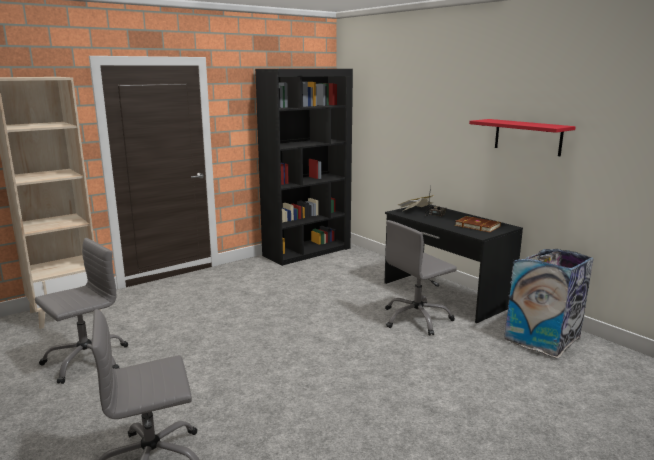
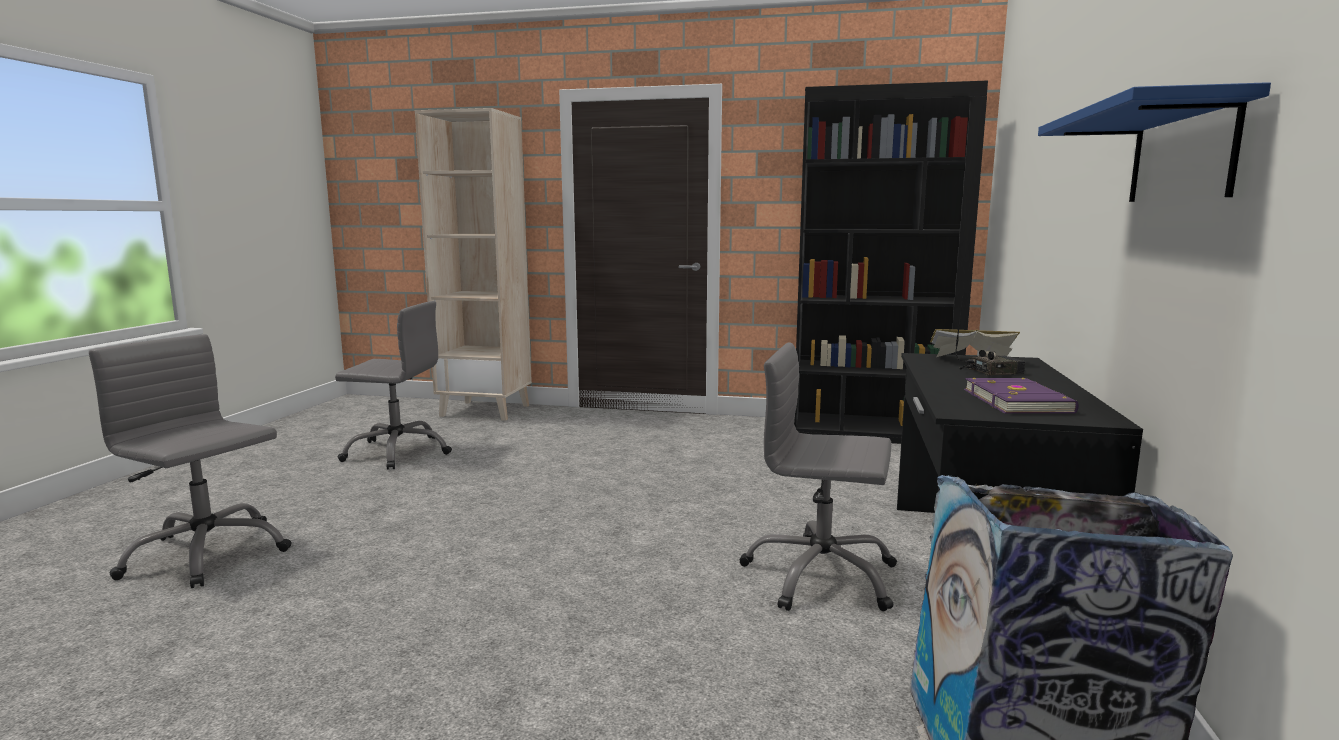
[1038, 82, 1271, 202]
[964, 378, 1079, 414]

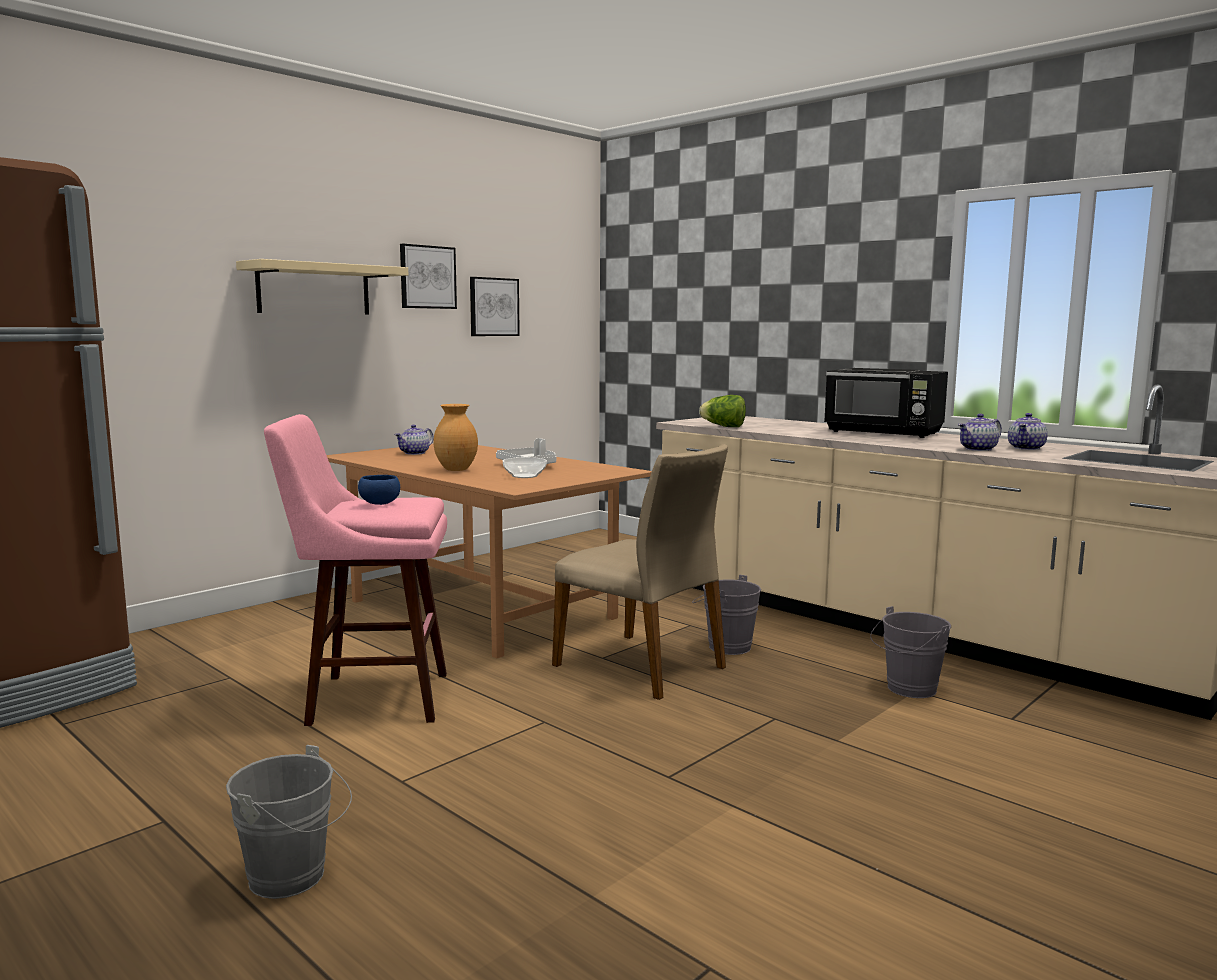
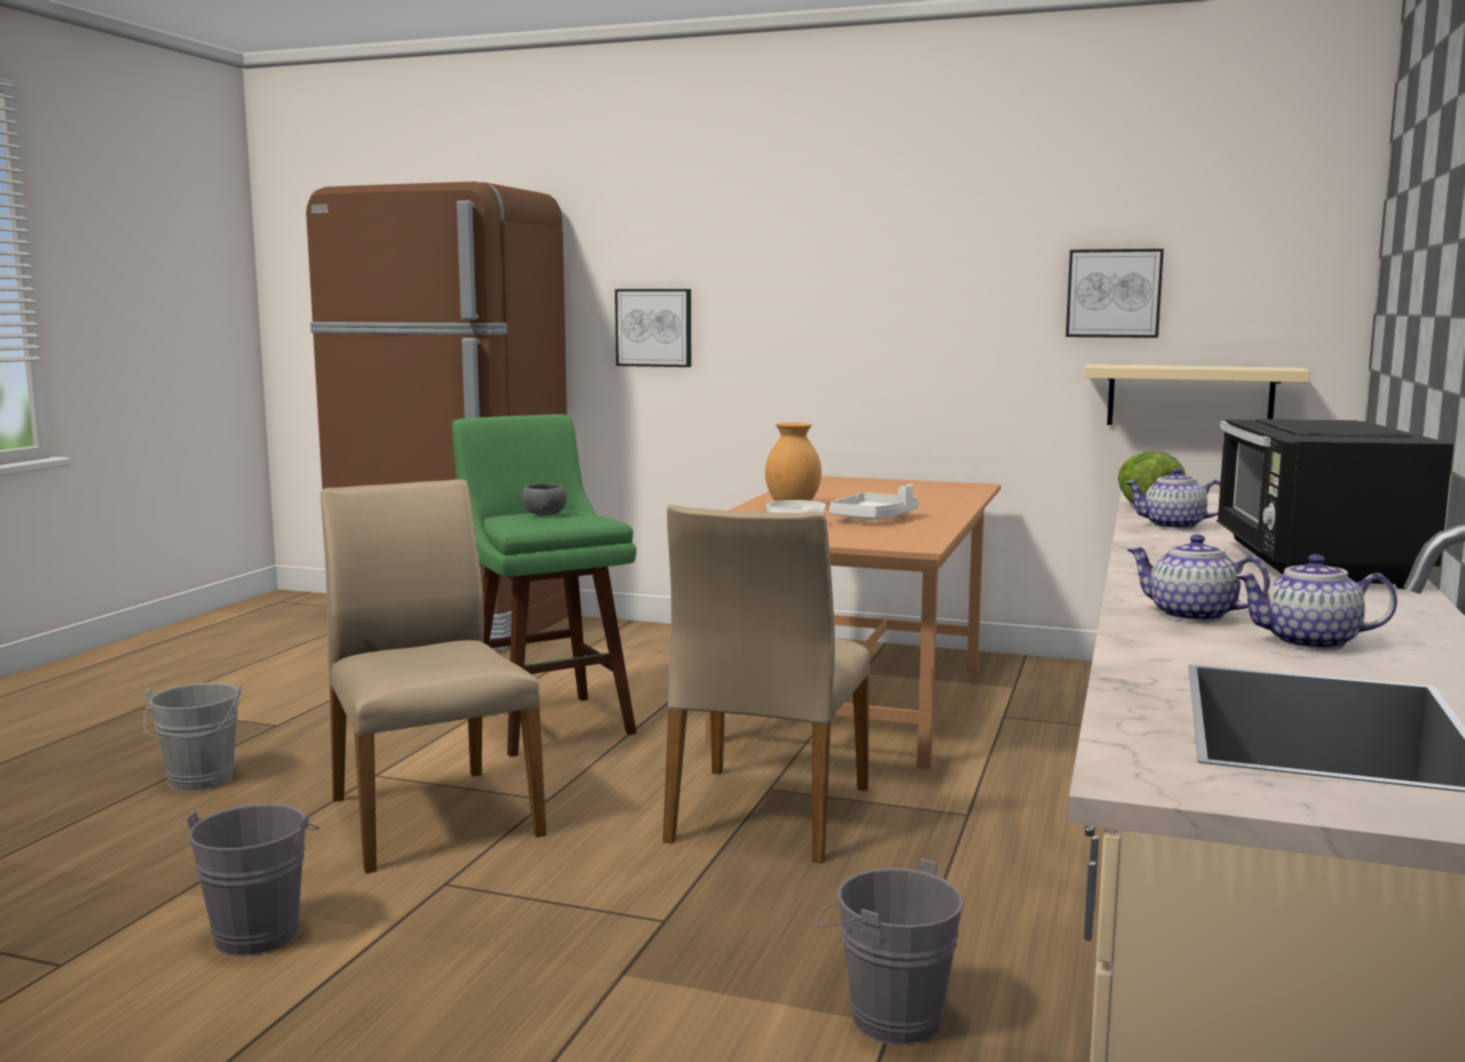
[615, 289, 691, 367]
[1083, 364, 1310, 425]
[452, 414, 637, 757]
[1125, 468, 1220, 530]
[522, 483, 567, 516]
[187, 804, 320, 956]
[321, 479, 546, 873]

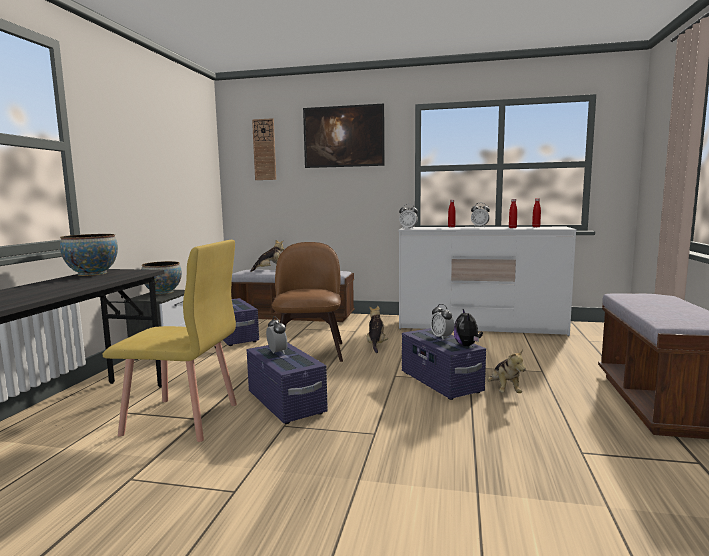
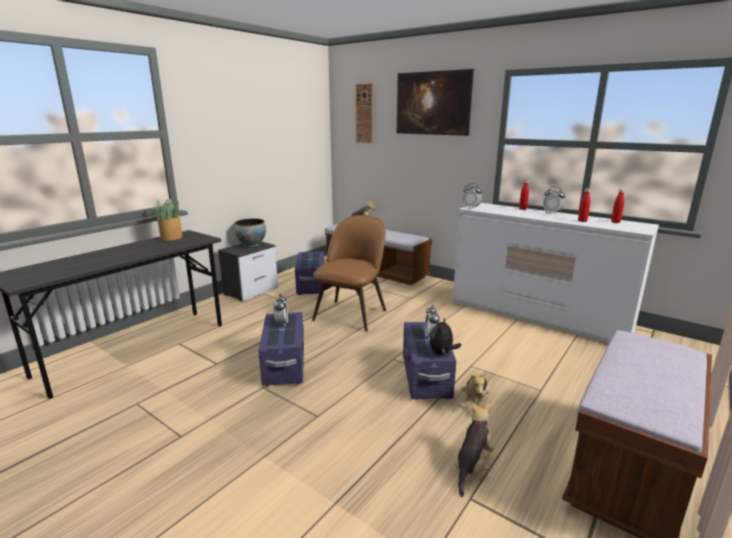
[154, 198, 183, 241]
[103, 240, 237, 442] (first image)
[455, 402, 494, 497]

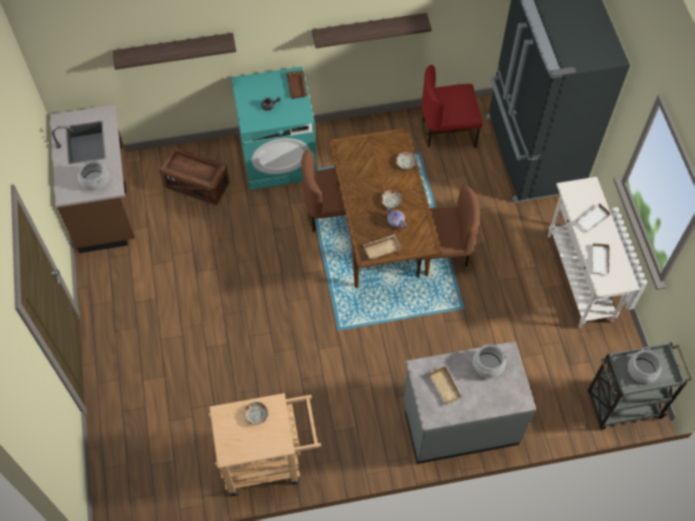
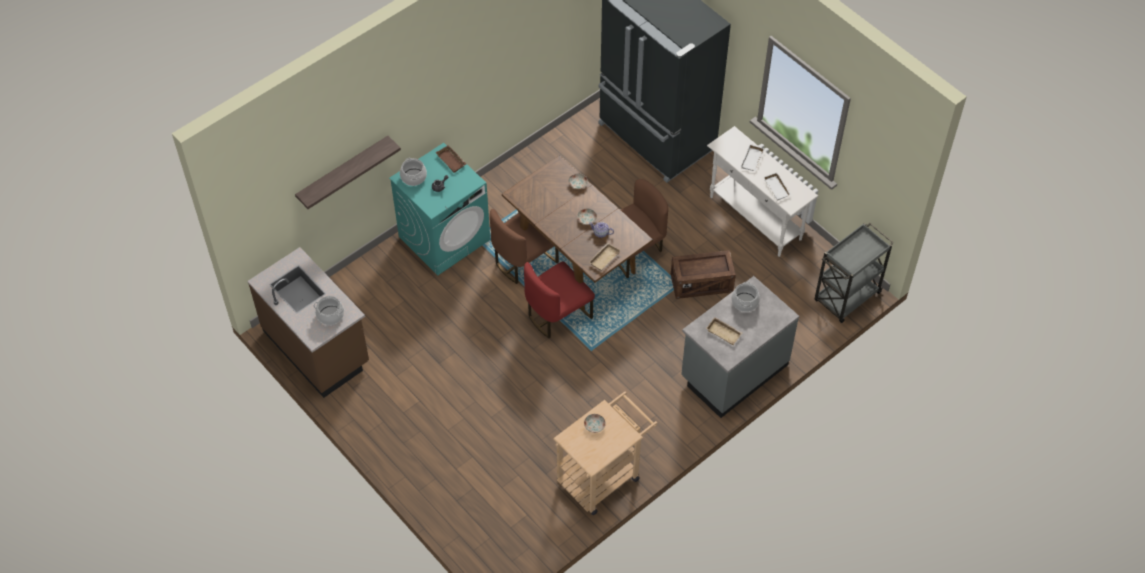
[312, 13, 432, 48] (first image)
[524, 261, 595, 338]
[671, 250, 736, 299]
[400, 158, 427, 186]

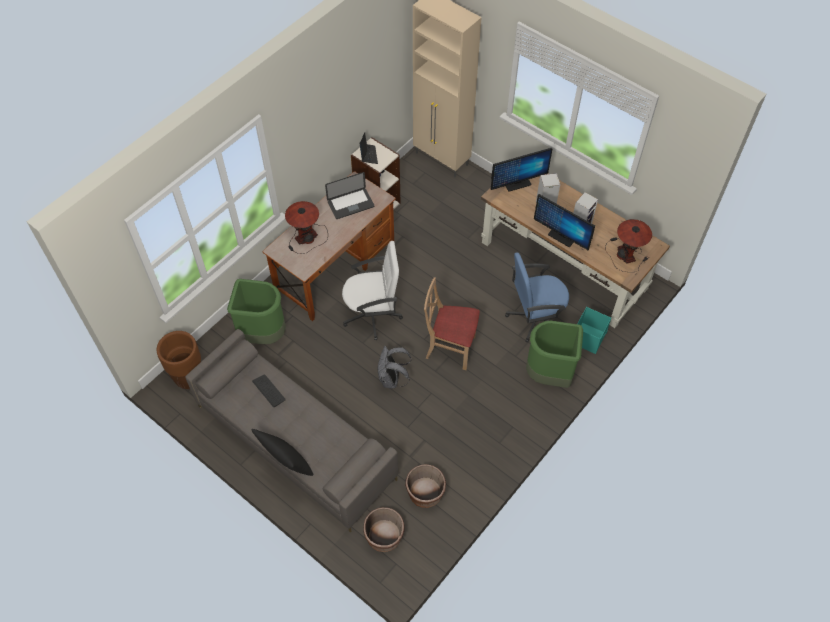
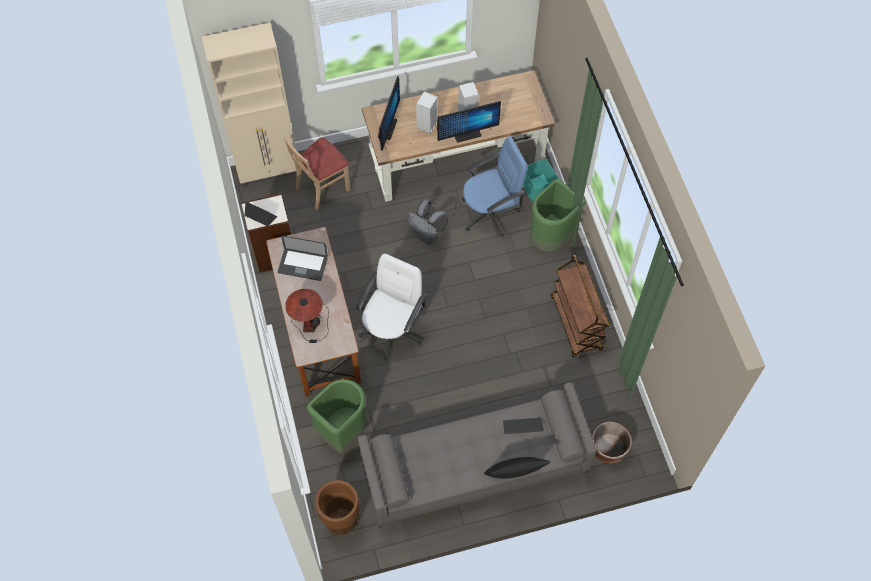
[278, 235, 328, 281]
[605, 219, 652, 272] (first image)
[462, 137, 527, 237]
[284, 137, 351, 210]
[408, 200, 448, 245]
[503, 418, 544, 434]
[405, 464, 446, 508] (first image)
[550, 255, 609, 358]

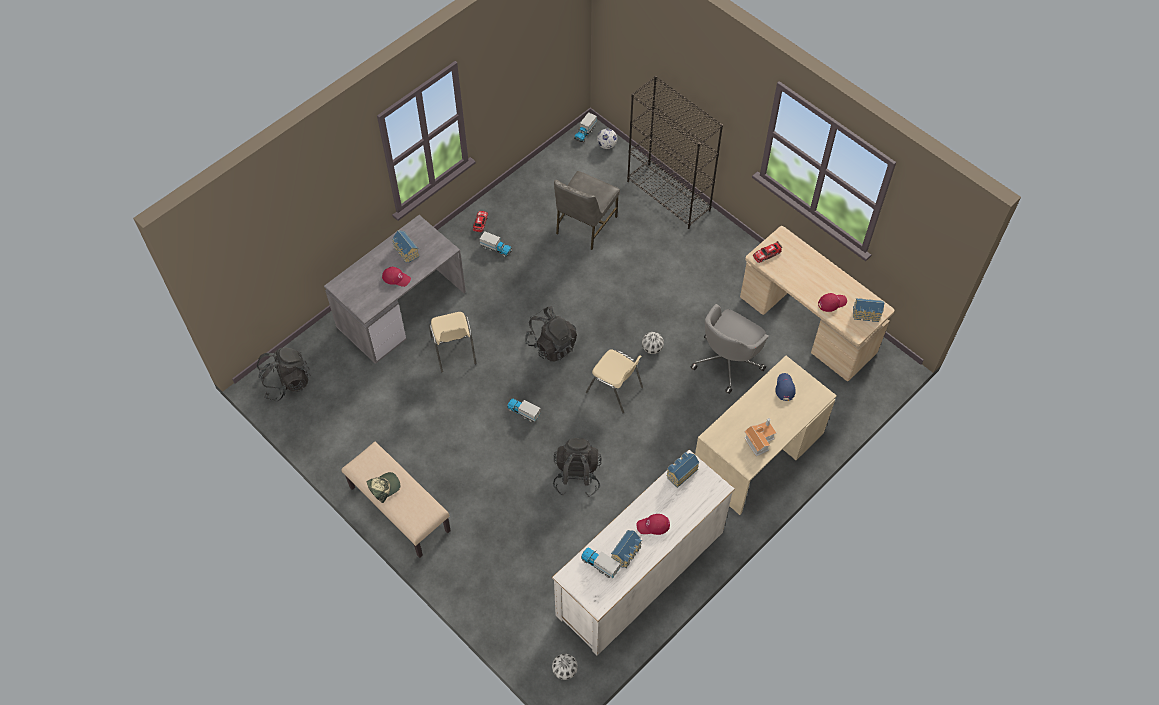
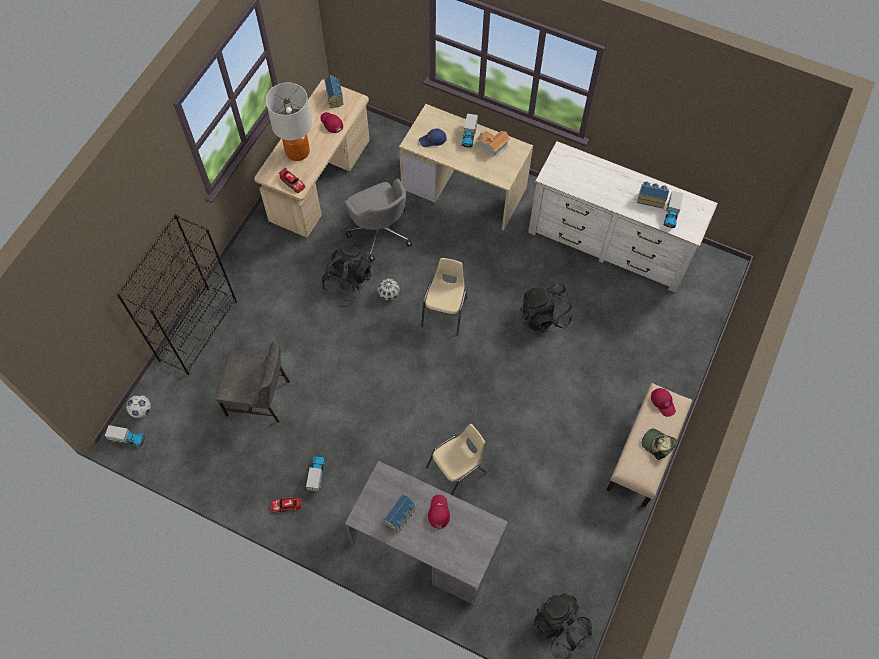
[344, 179, 412, 262]
[322, 245, 371, 302]
[462, 113, 478, 148]
[666, 452, 700, 488] (first image)
[651, 388, 676, 417]
[552, 654, 578, 680] (first image)
[266, 82, 312, 161]

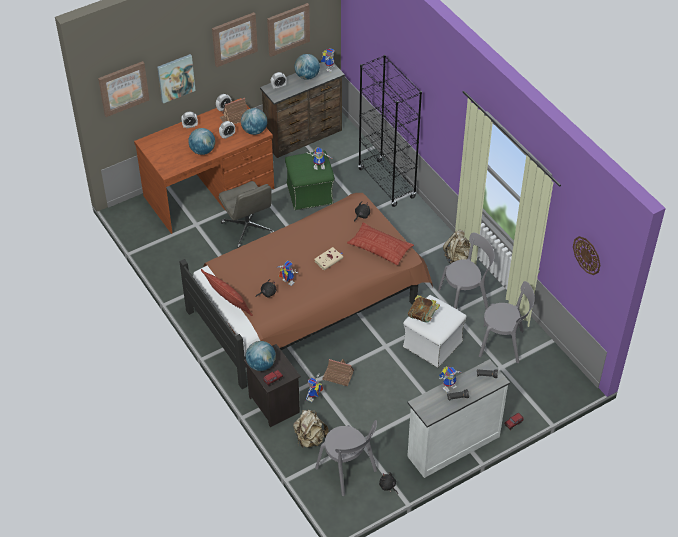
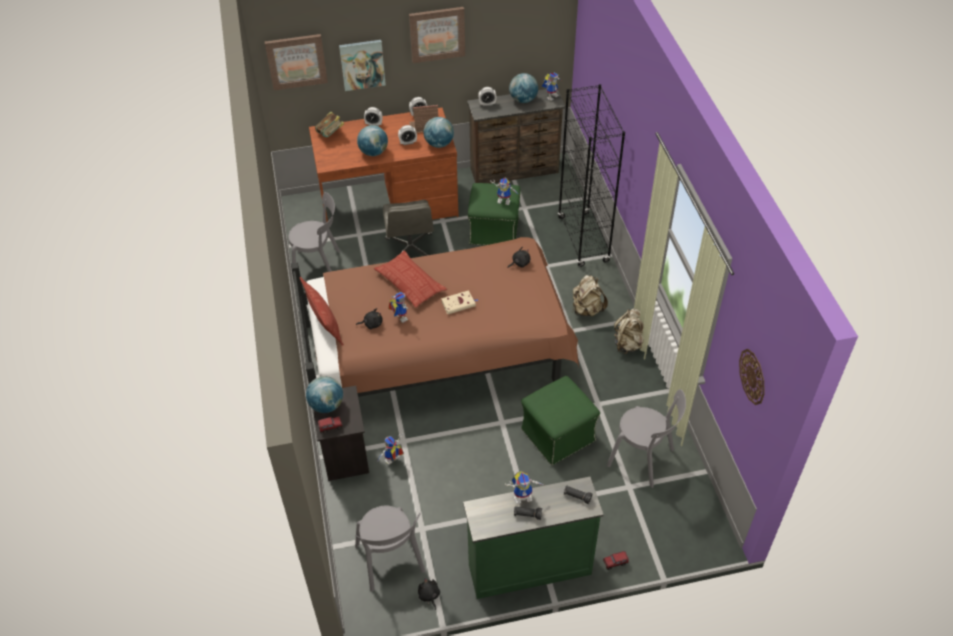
[267, 3, 310, 57] (first image)
[374, 251, 447, 308]
[288, 192, 340, 280]
[521, 376, 600, 466]
[315, 112, 345, 137]
[322, 359, 354, 386] (first image)
[463, 477, 604, 599]
[572, 275, 608, 317]

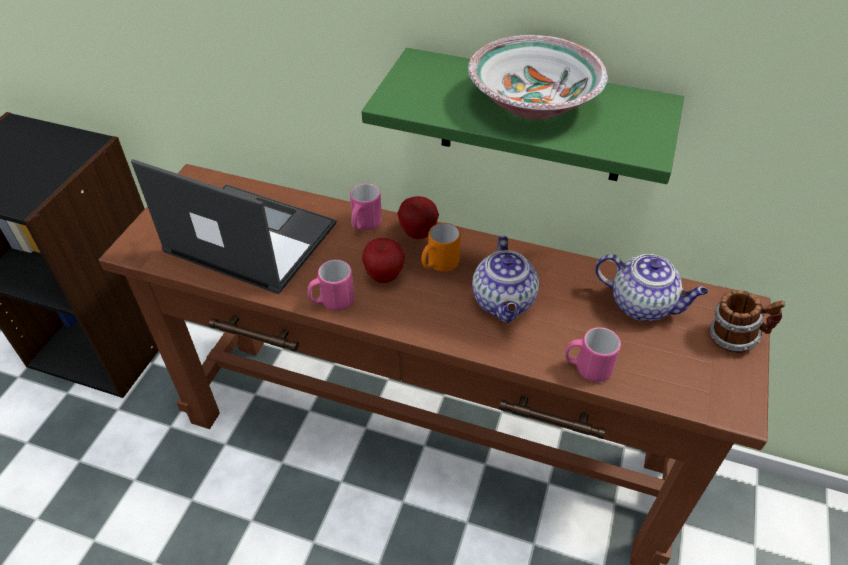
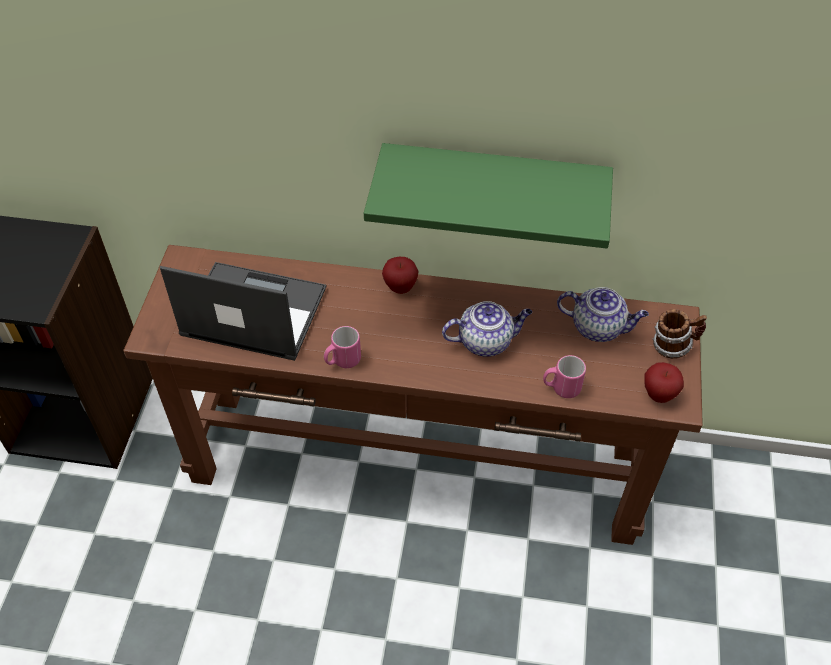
[468, 35, 607, 120] (first image)
[350, 183, 382, 230] (first image)
[421, 223, 461, 272] (first image)
[442, 301, 532, 357]
[644, 362, 684, 403]

